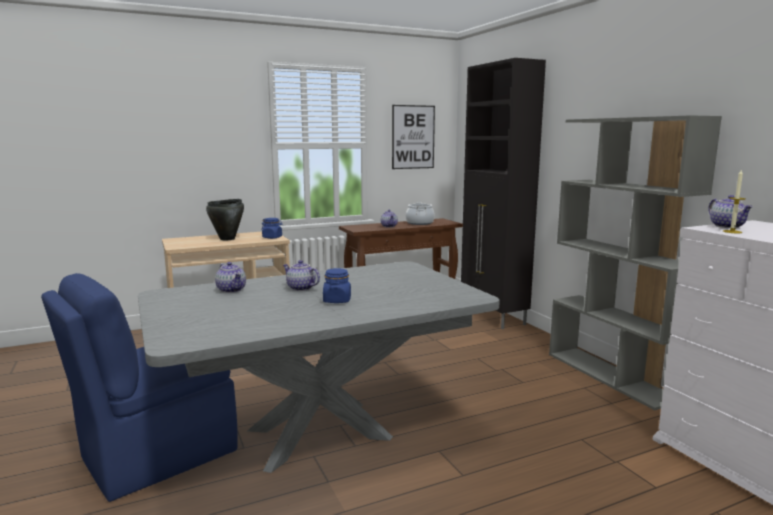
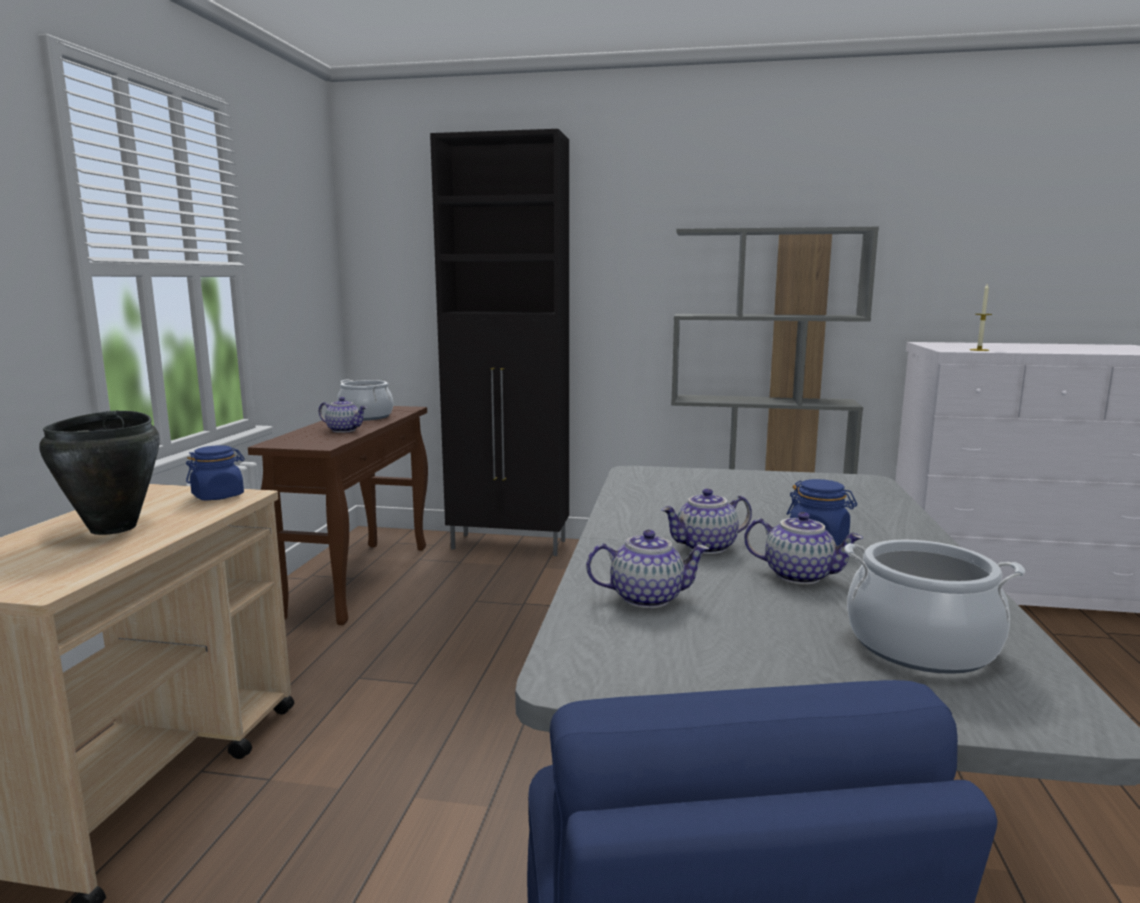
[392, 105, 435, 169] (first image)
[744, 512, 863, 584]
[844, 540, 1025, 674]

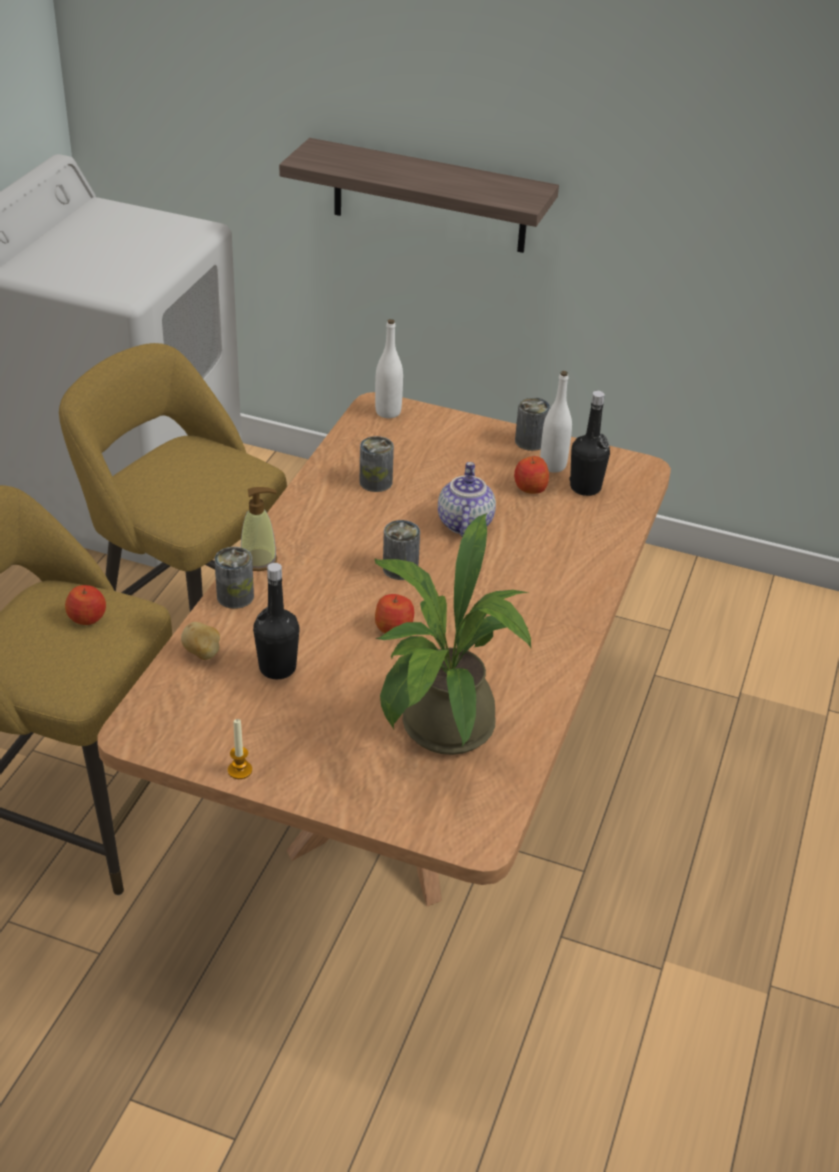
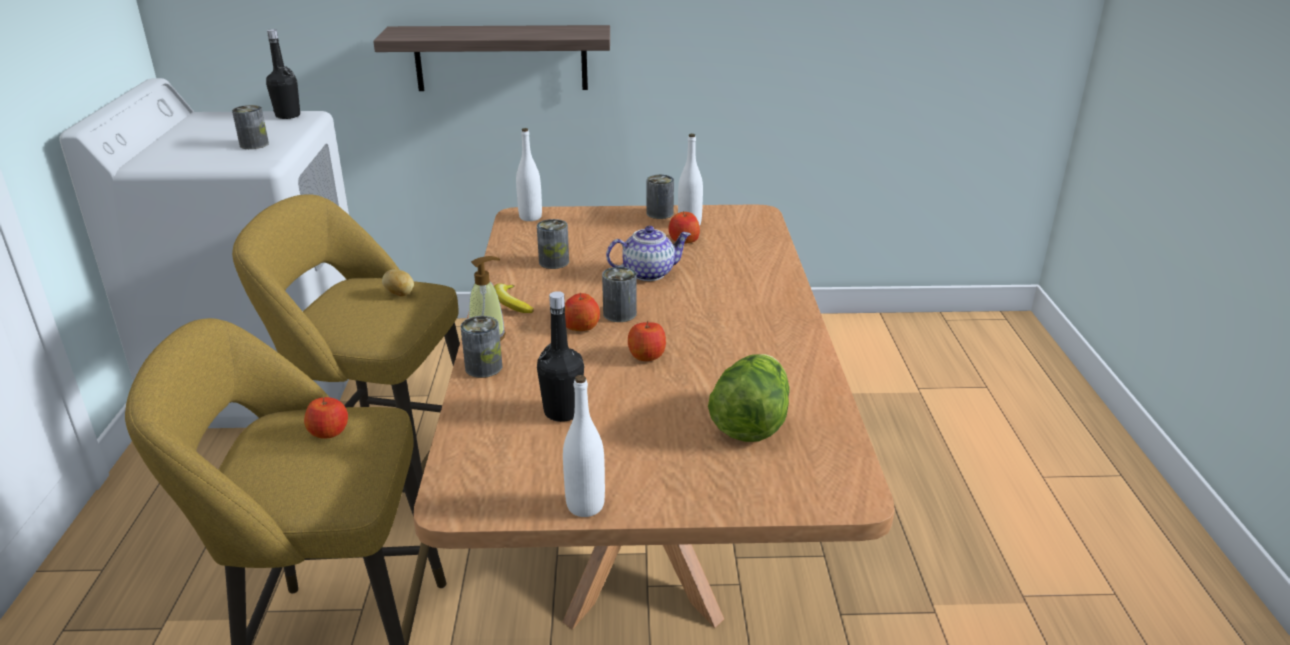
[266, 29, 300, 119]
[606, 226, 691, 281]
[708, 354, 790, 442]
[382, 270, 414, 296]
[563, 375, 605, 517]
[232, 105, 269, 149]
[494, 283, 534, 313]
[565, 292, 600, 331]

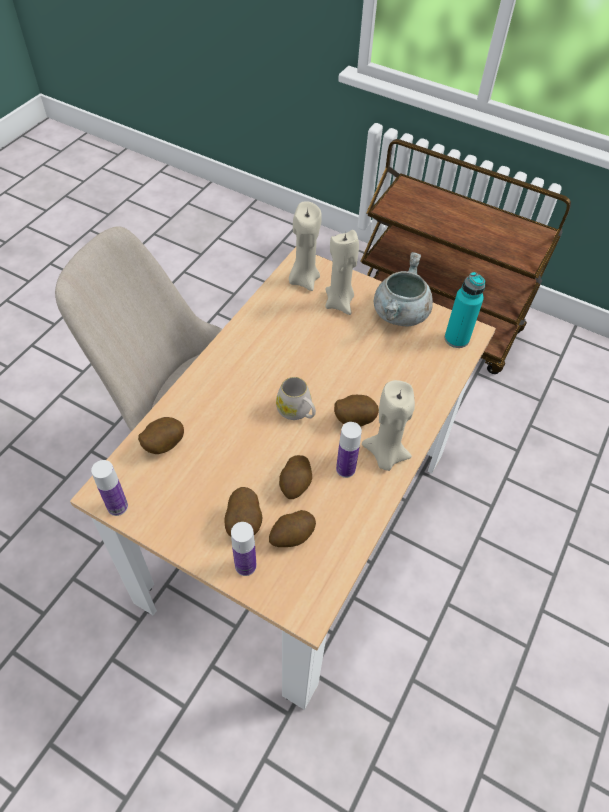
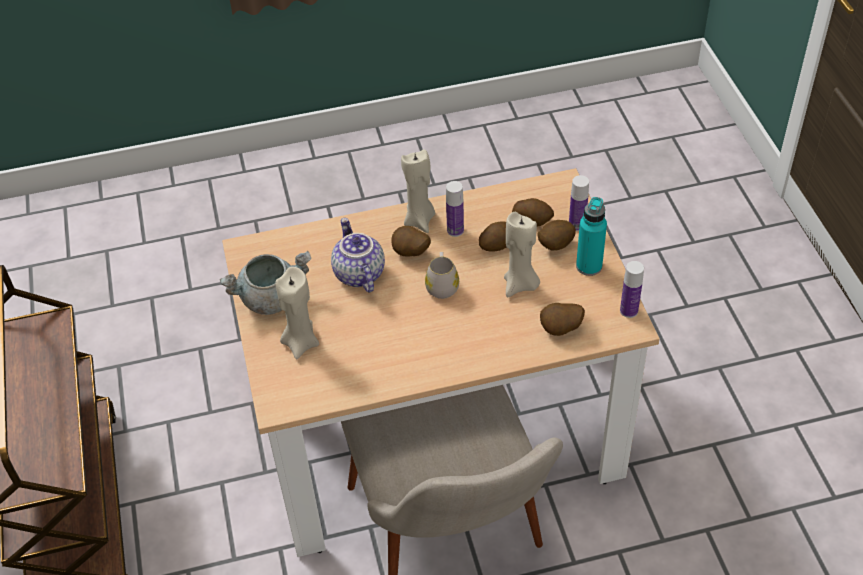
[504, 212, 540, 297]
[576, 197, 607, 276]
[331, 218, 385, 293]

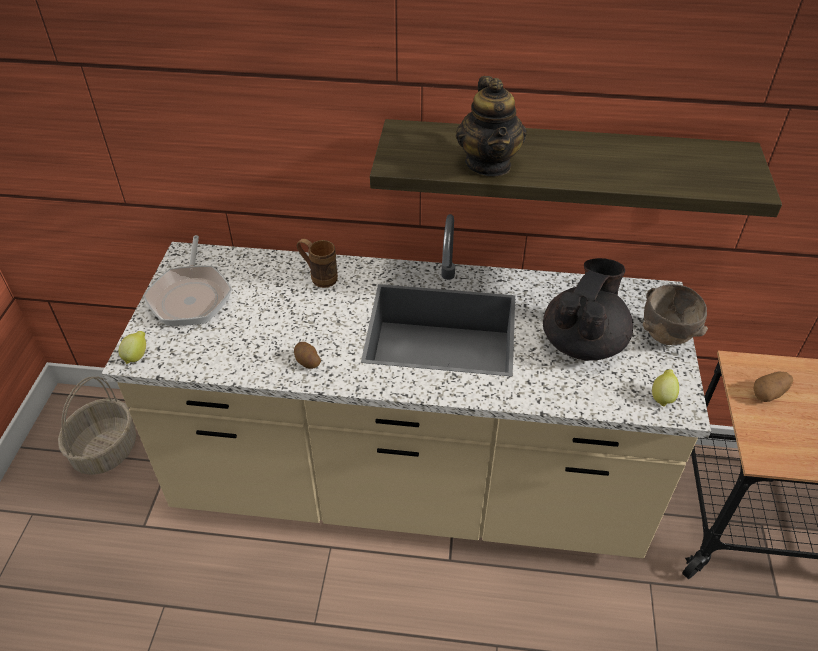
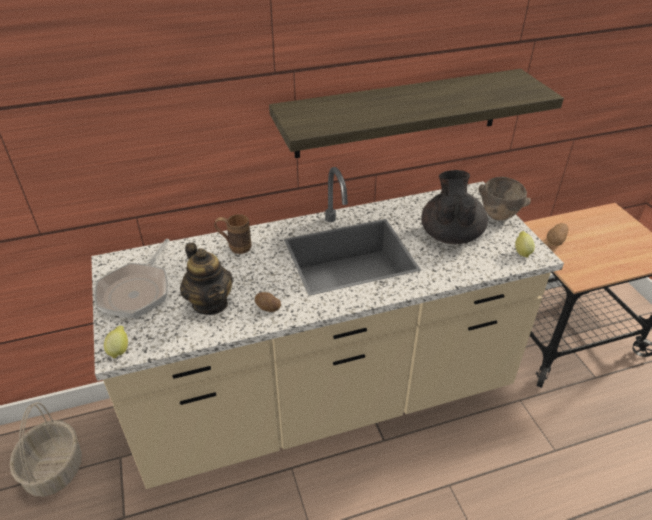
[180, 243, 233, 315]
[95, 239, 170, 318]

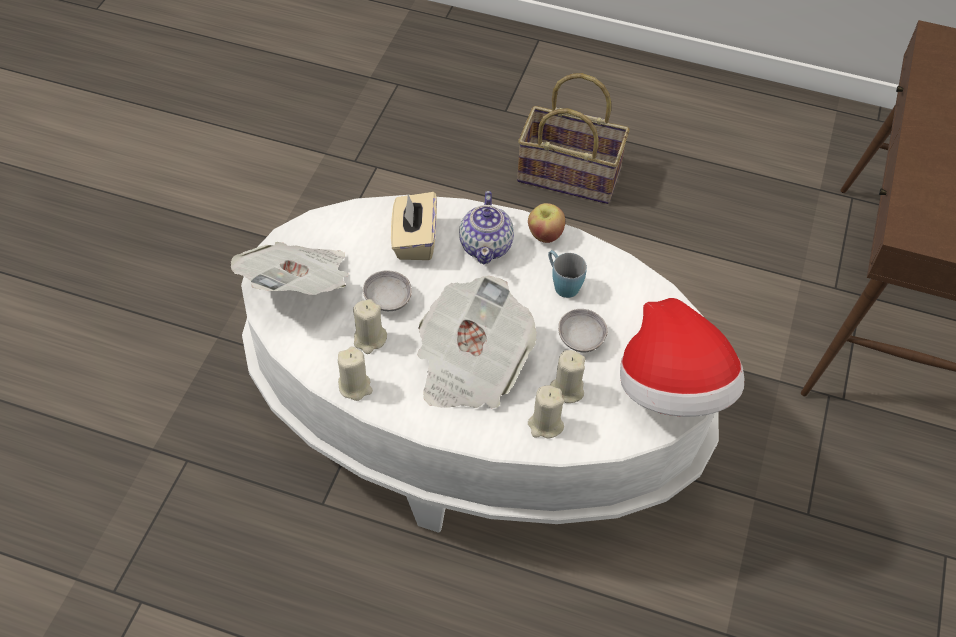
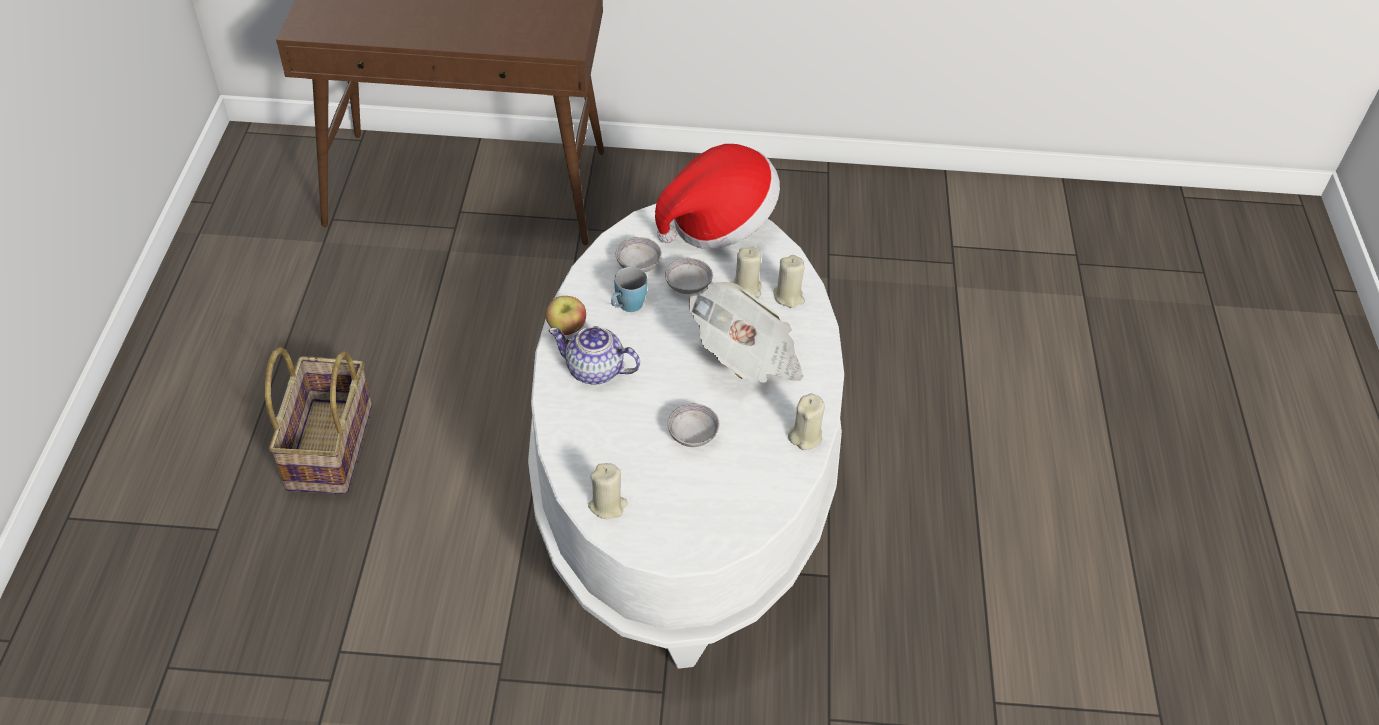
[549, 326, 640, 385]
[391, 192, 437, 260] (first image)
[231, 242, 349, 295] (first image)
[588, 463, 628, 519]
[616, 237, 662, 272]

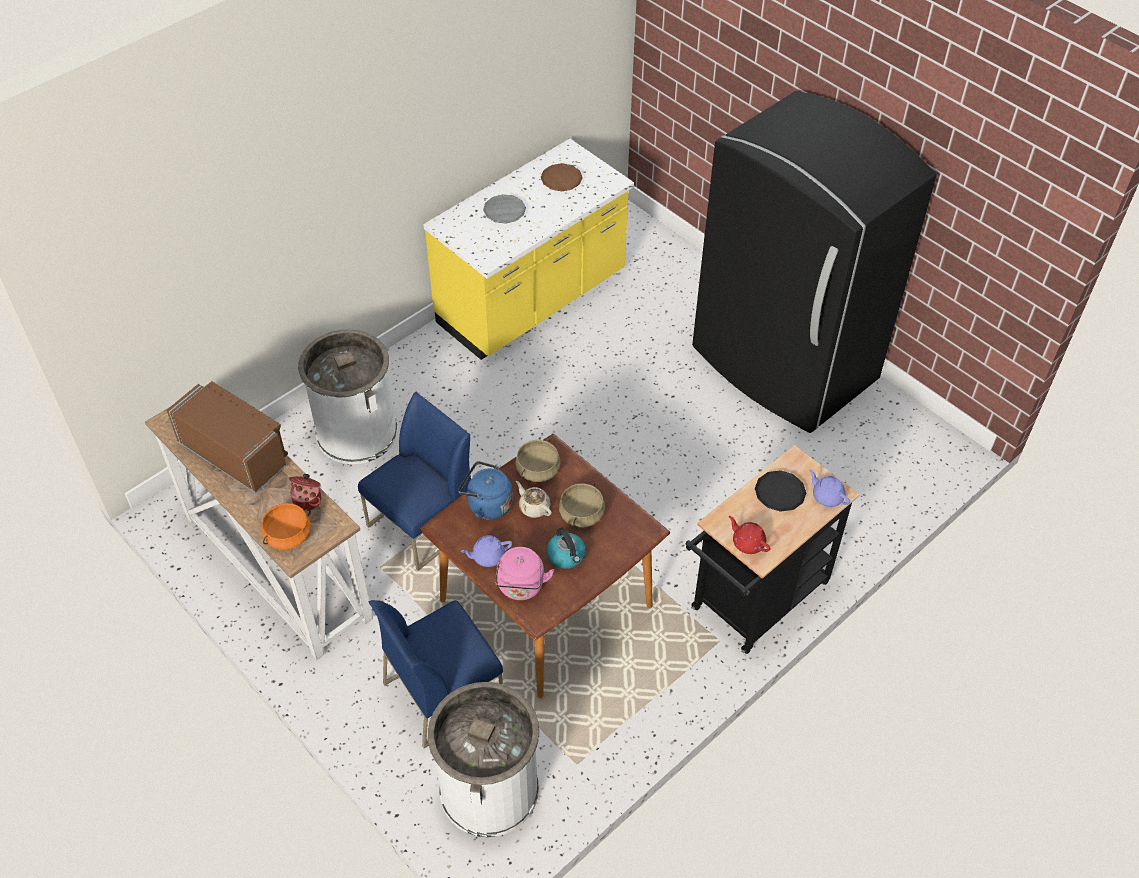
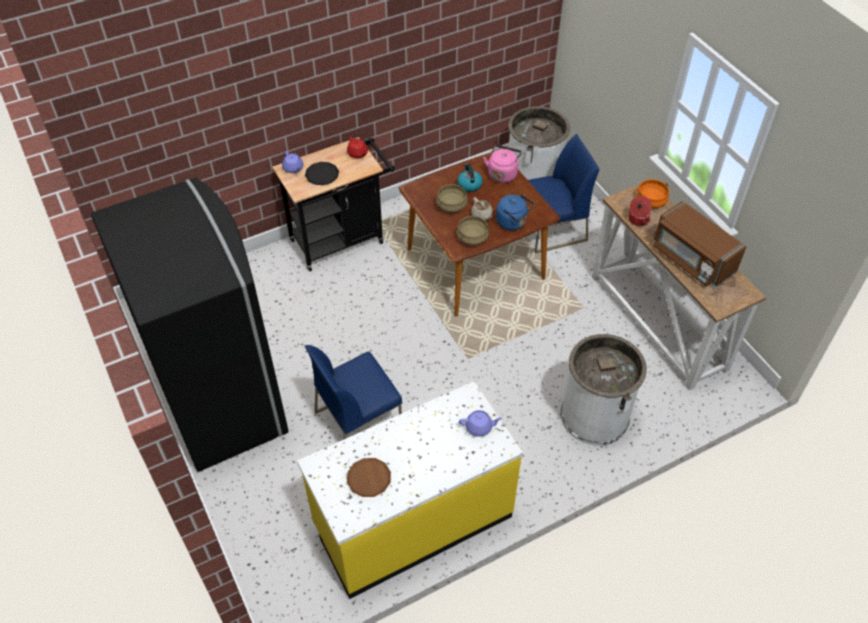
[483, 194, 526, 224] (first image)
[305, 345, 402, 440]
[459, 410, 503, 437]

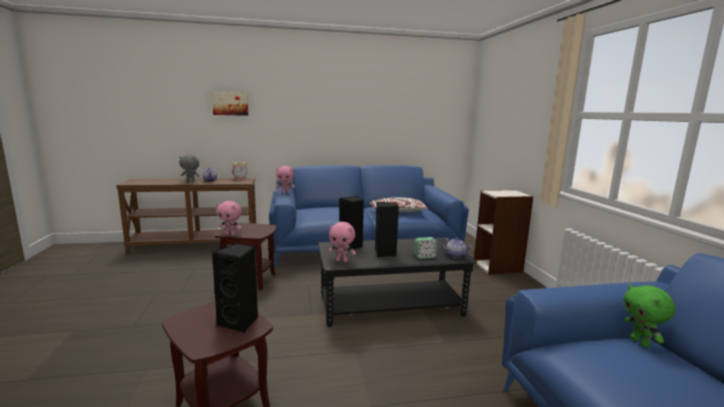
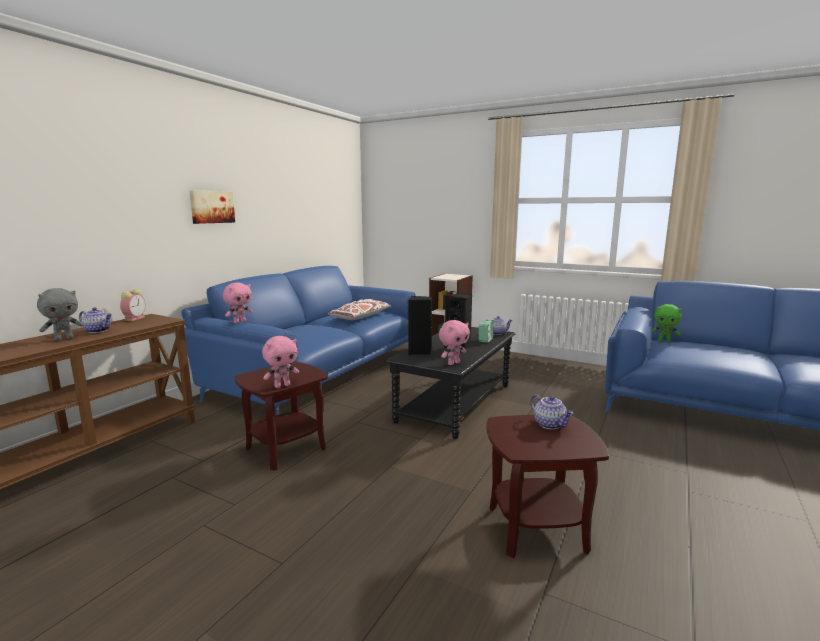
[190, 190, 235, 224]
[530, 394, 574, 430]

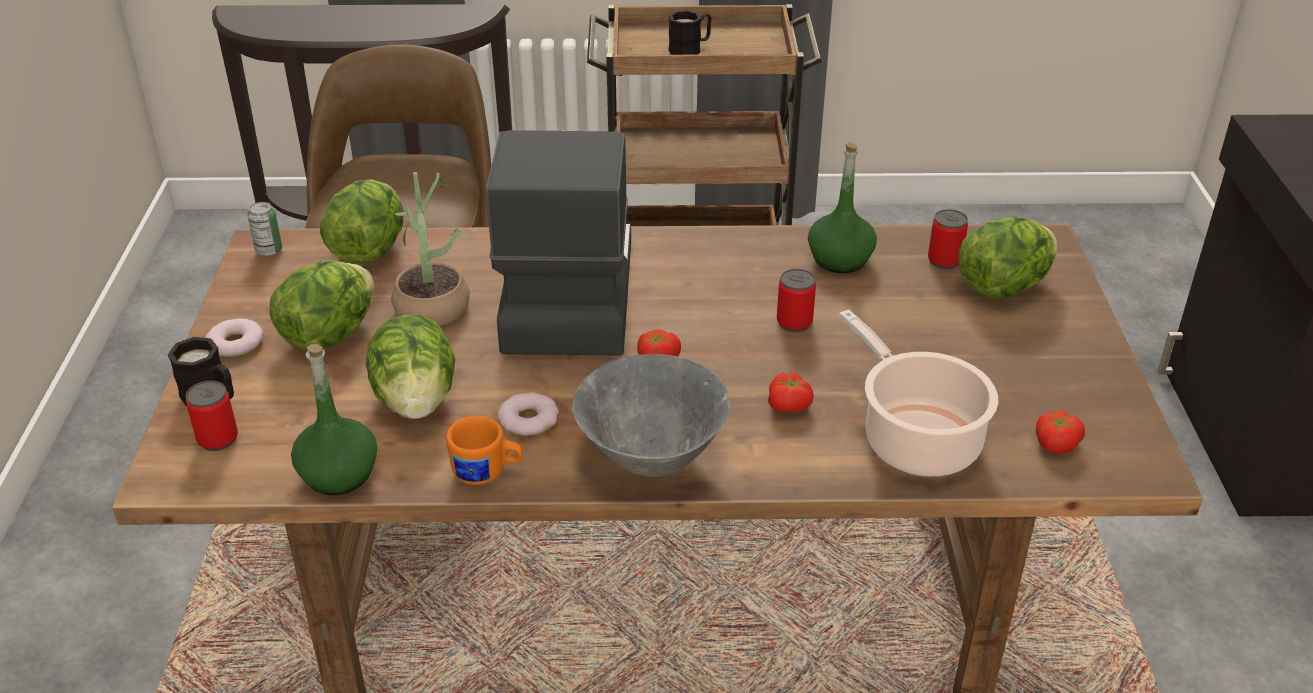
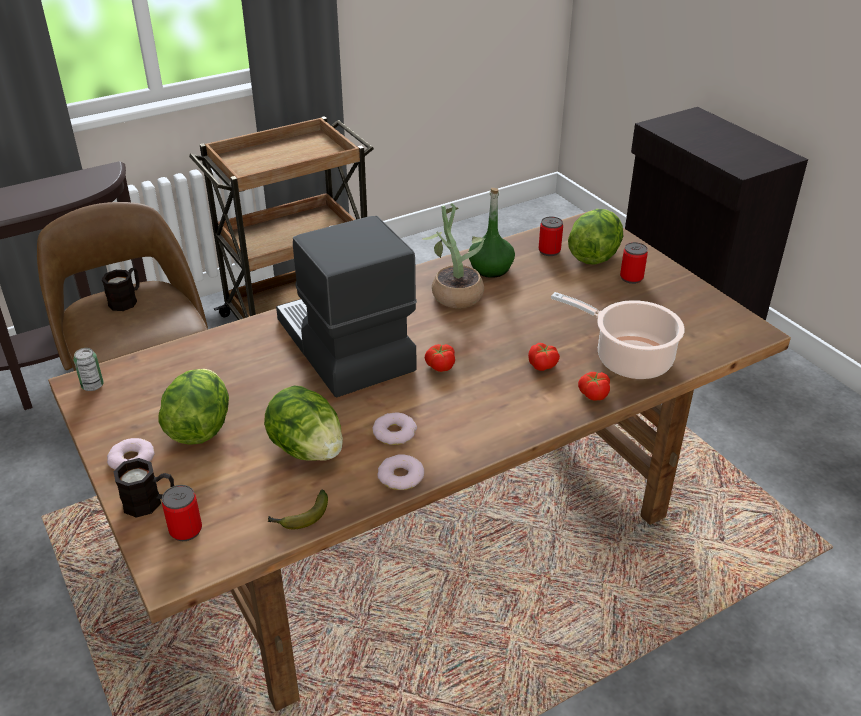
[102, 268, 139, 311]
[422, 203, 485, 308]
[320, 180, 404, 264] (first image)
[620, 242, 648, 284]
[267, 490, 328, 529]
[572, 354, 730, 477] (first image)
[578, 372, 610, 401]
[377, 454, 424, 490]

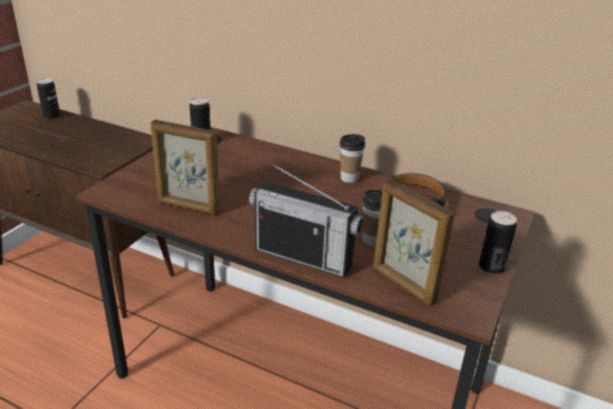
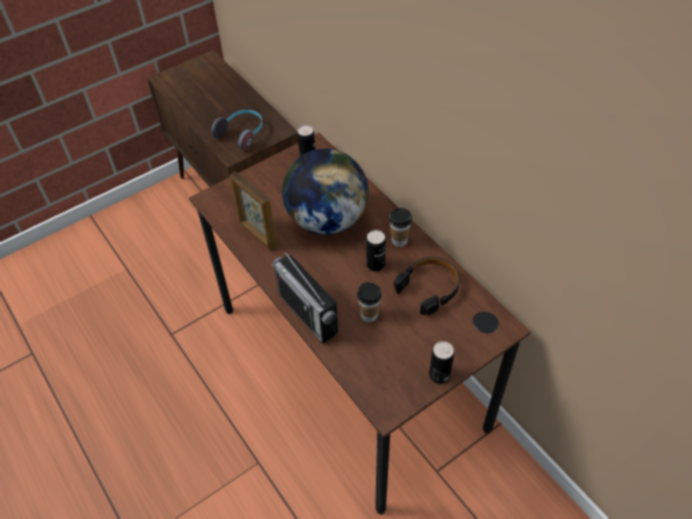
[366, 230, 386, 271]
[373, 179, 455, 307] (first image)
[212, 110, 262, 151]
[282, 148, 368, 235]

